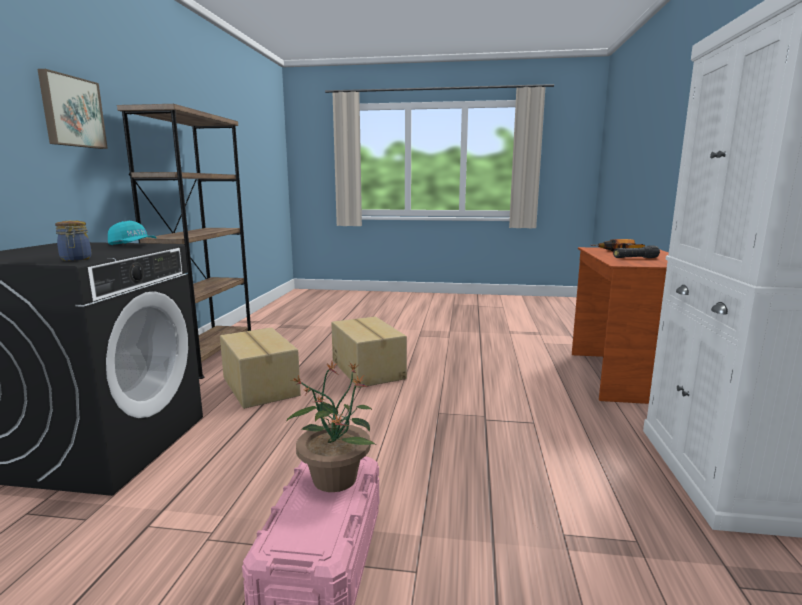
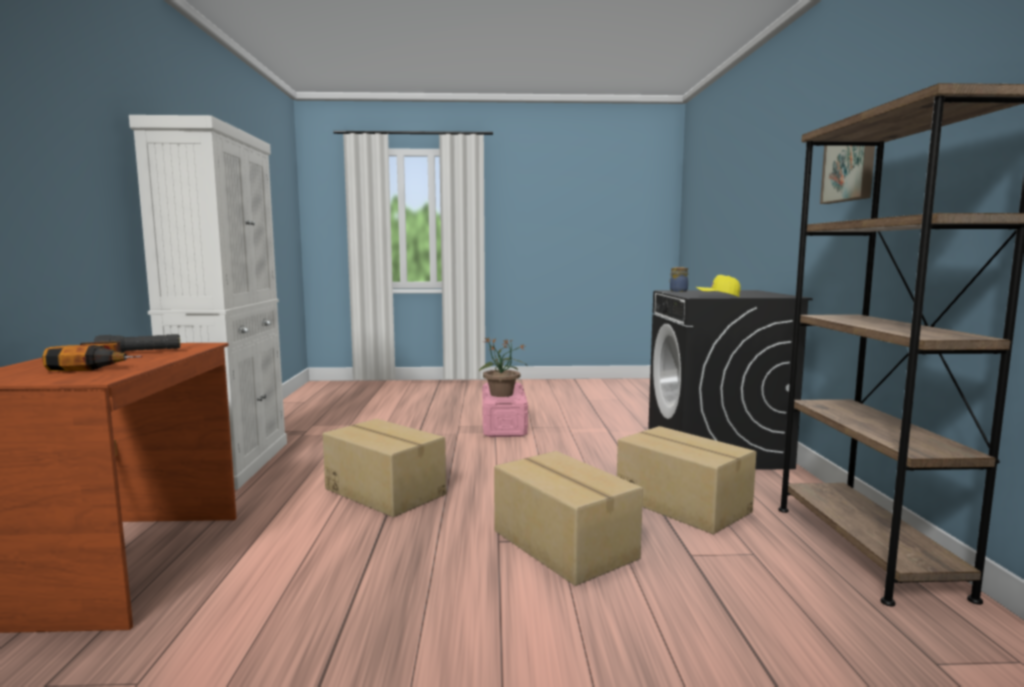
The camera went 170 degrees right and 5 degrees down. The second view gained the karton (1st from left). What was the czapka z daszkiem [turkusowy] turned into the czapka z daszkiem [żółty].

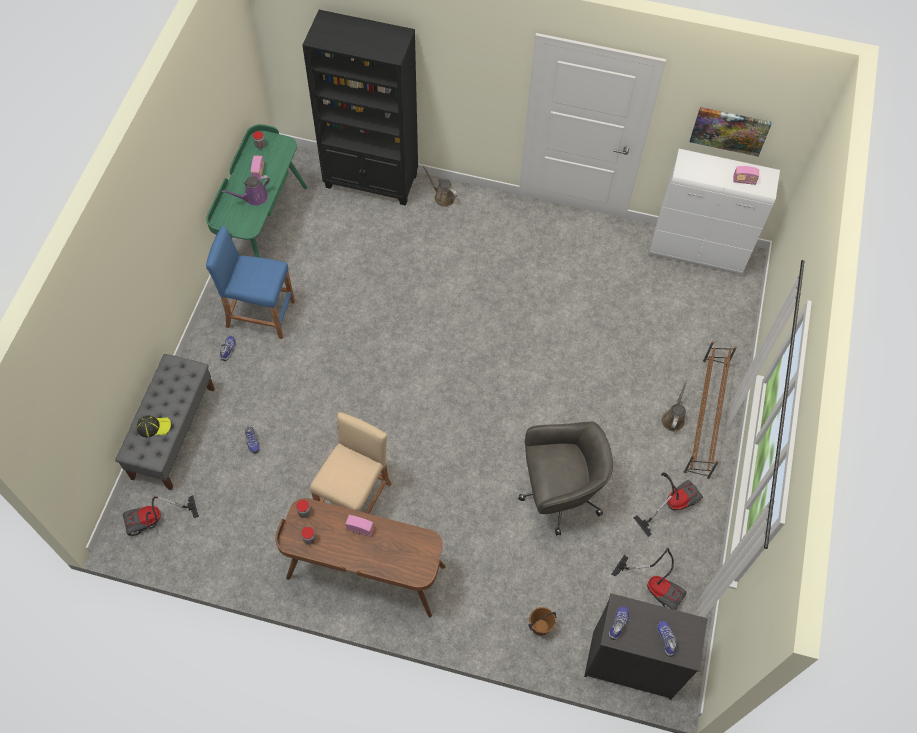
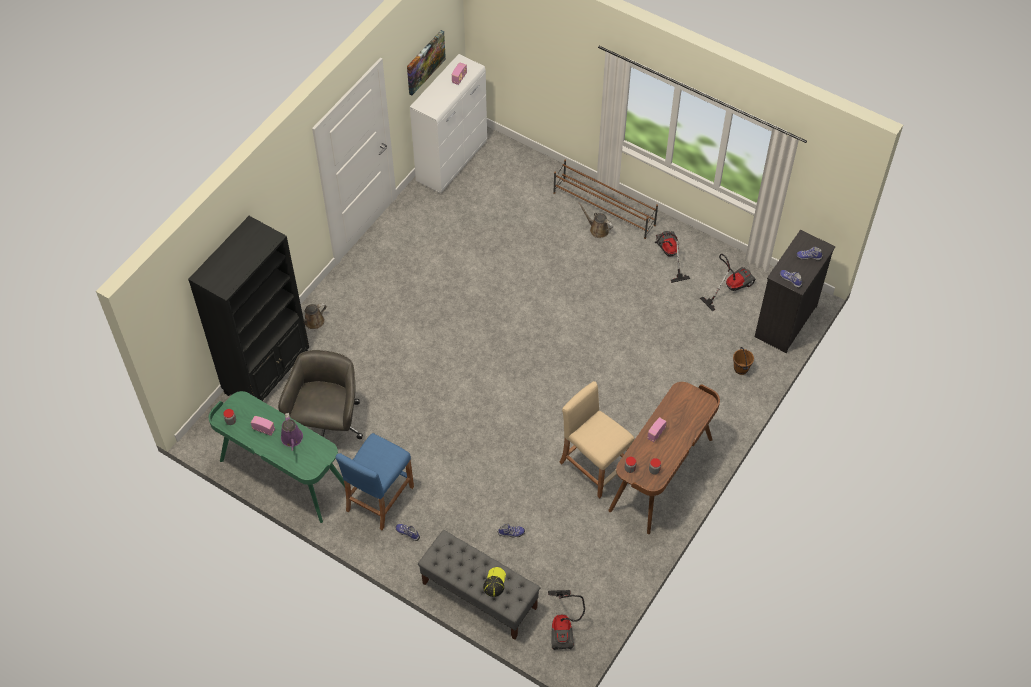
The camera went 70 degrees left and 5 degrees down. The krzesło biurowe [szary] ended up elsewhere.

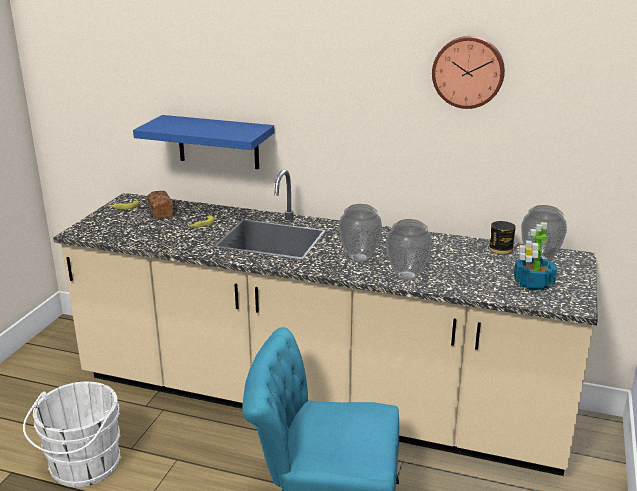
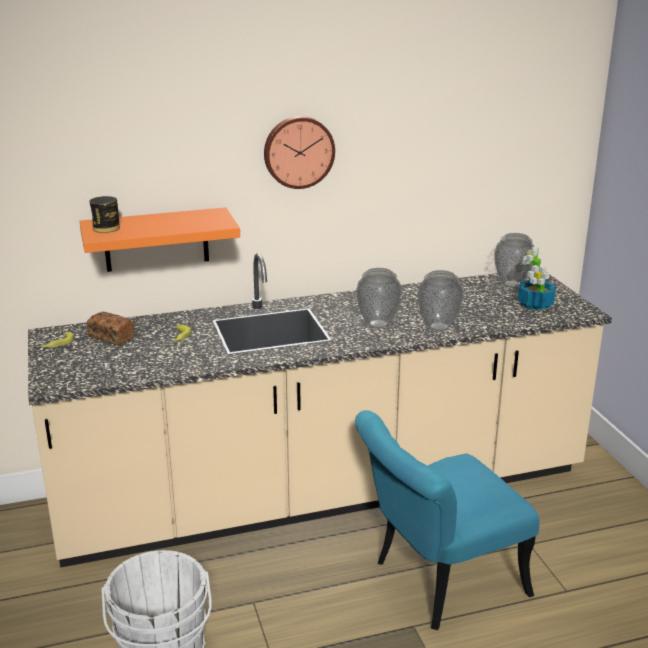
The camera went 35 degrees left and 0 degrees up. The zegar ścienny ended up elsewhere. The puszka ended up elsewhere. What was the półka [niebieski] turned into the półka [pomarańczowy].

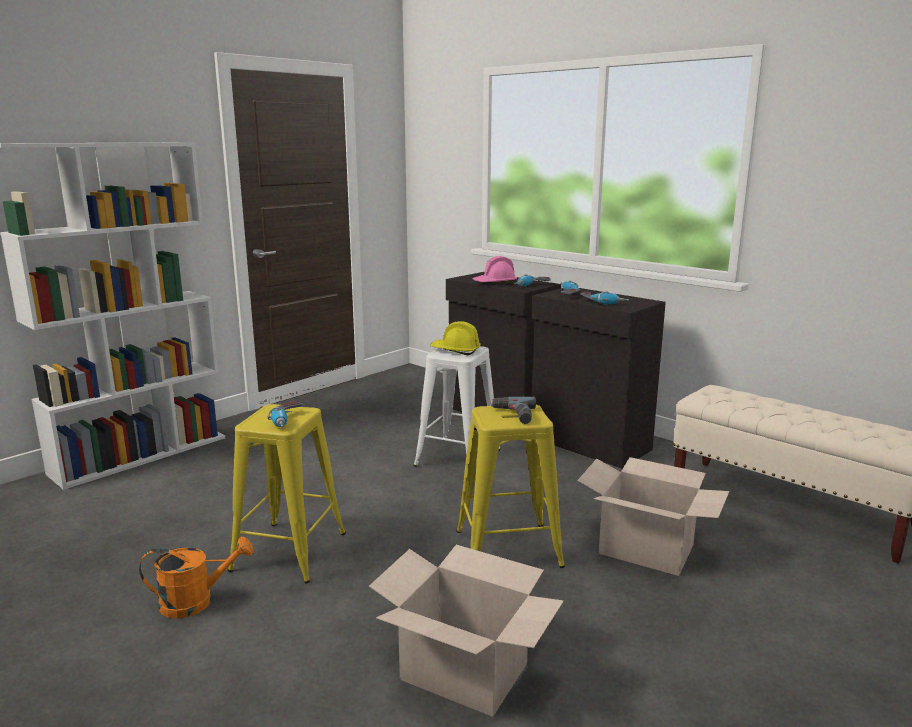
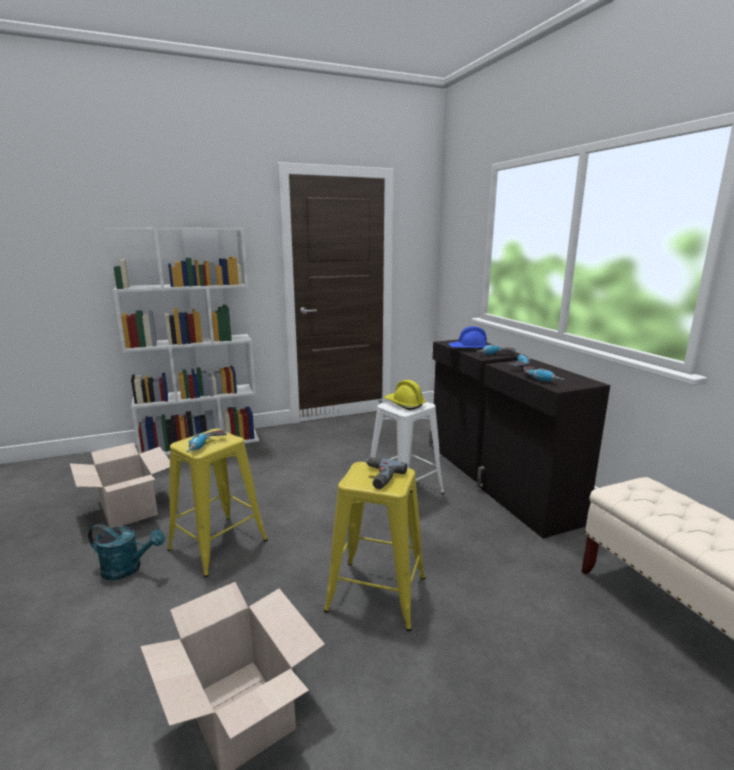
The camera went 25 degrees right and 0 degrees up. The karton (2nd from left in the first image) ended up elsewhere. What was the konewka [pomarańczowy] turned into the konewka [turkusowy]. What was the kask [różowy] turned into the kask [niebieski].

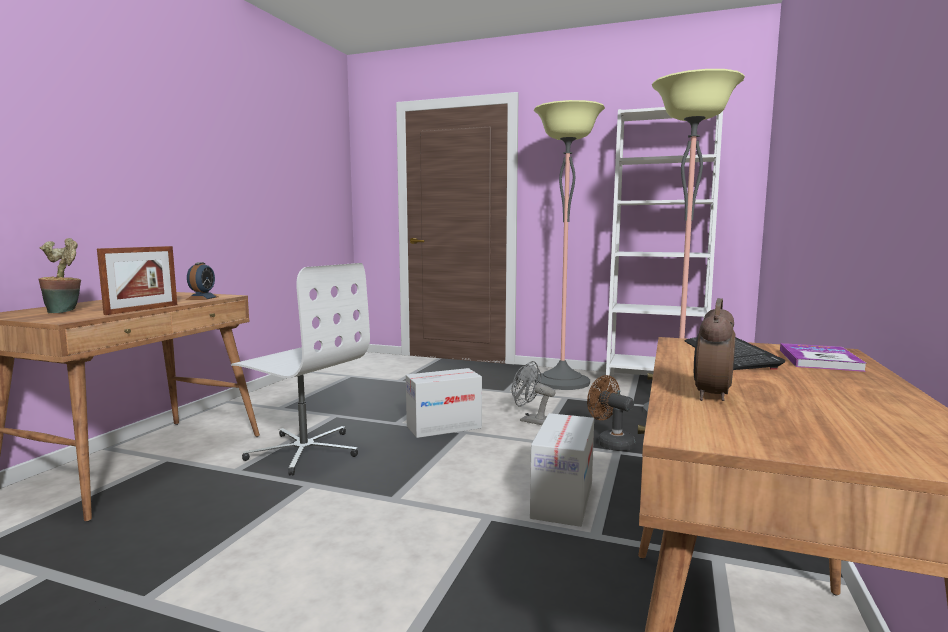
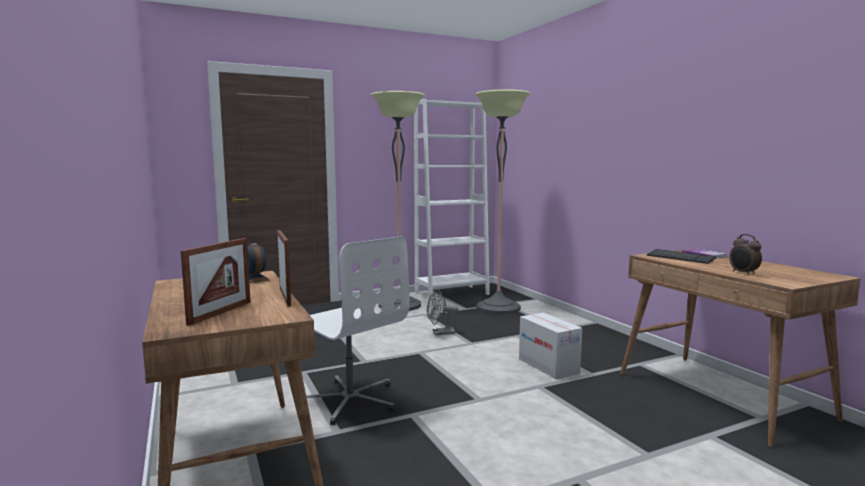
The camera went 45 degrees left and 0 degrees up. The second view lost the karton (1st from left). The second view lost the wentylator [brązowy]. Where the roślina doniczkowa stood, the ramka na zdjęcie (1st from left) came to stand. The krzesło biurowe [biały] ended up facing another way, 60 degrees clockwise from before.

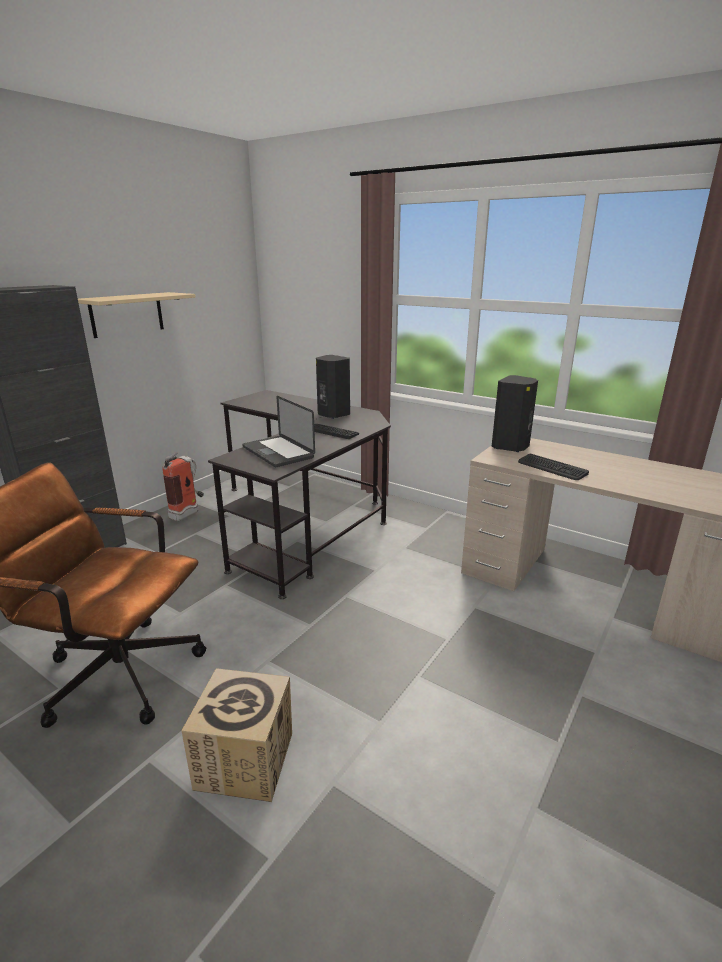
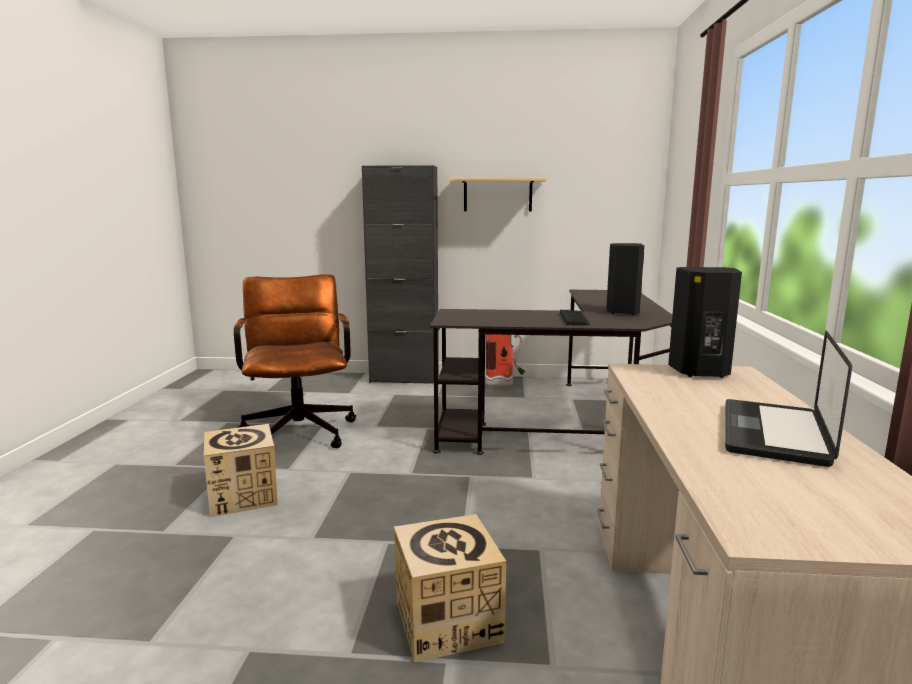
The camera went 60 degrees right and 10 degrees down. The second view lost the klawiatura (2nd from left). The second view gained the karton (2nd from left). The laptop ended up elsewhere.

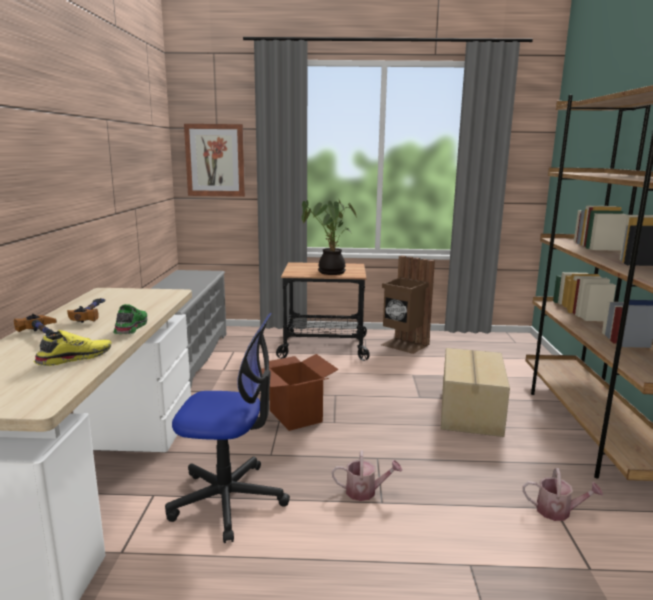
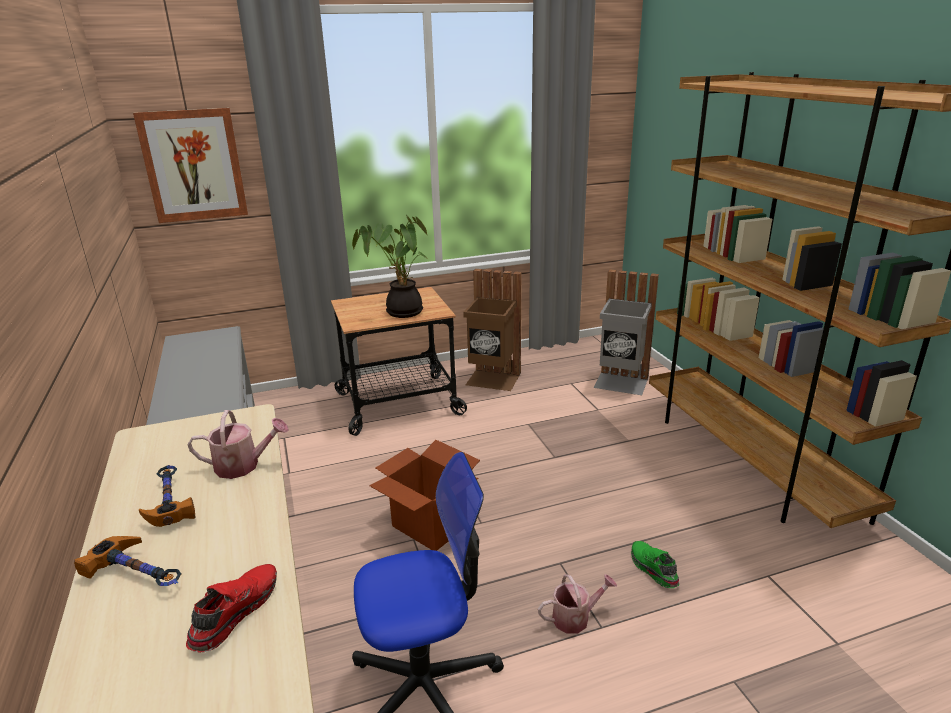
The camera went 20 degrees left and 10 degrees up. The second view lost the karton (2nd from left). The second view gained the kosz na śmieci [szary]. The but [zielony] ended up elsewhere. The konewka (2nd from left in the first image) ended up elsewhere. What was the but [żółty] turned into the but [czerwony].

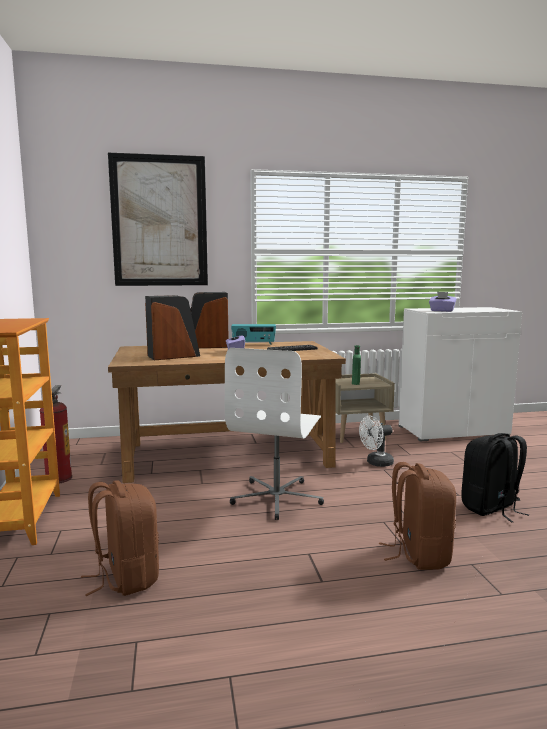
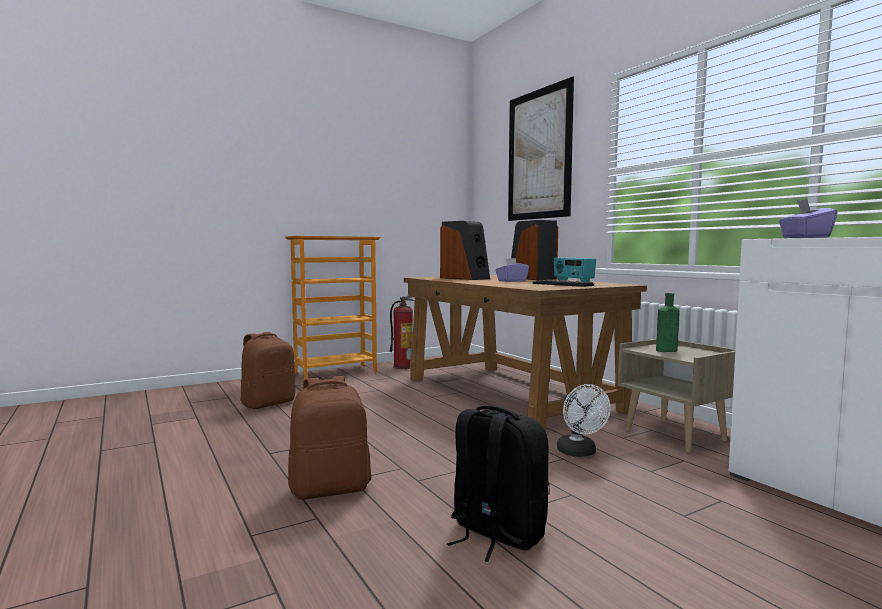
The camera went 70 degrees right and 5 degrees down. The second view lost the krzesło biurowe [biały]. The wentylator [biały] ended up facing another way, 150 degrees counterclockwise from before.

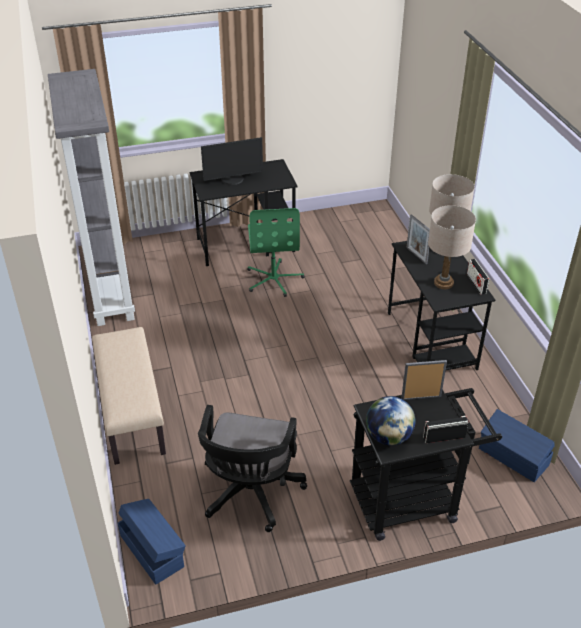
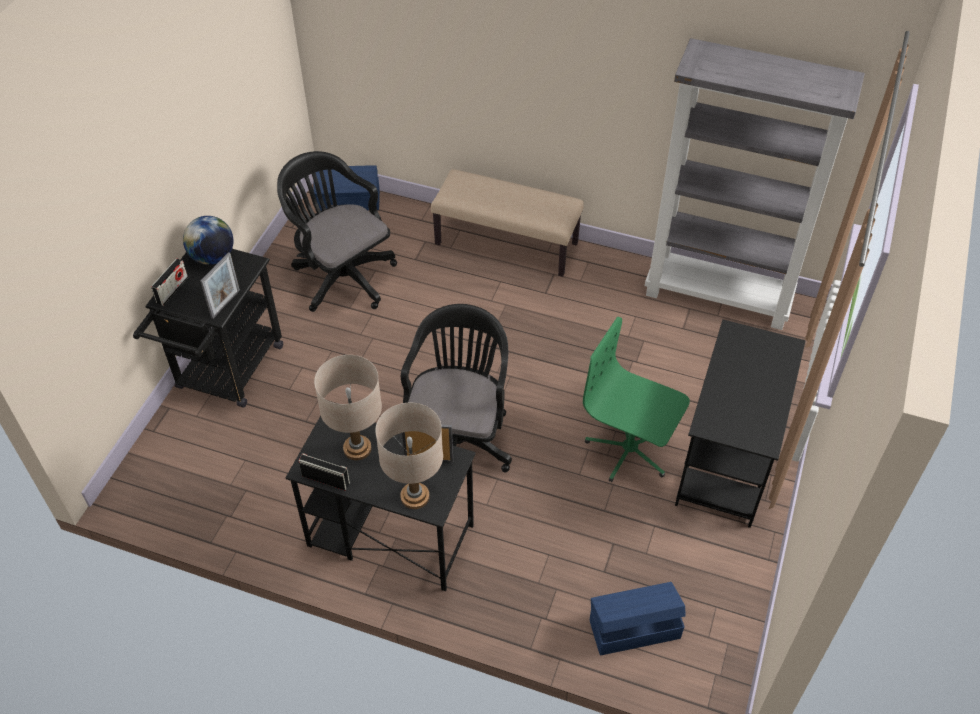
The camera went 125 degrees right and 10 degrees up. The second view lost the monitor. The second view gained the krzesło biurowe [czarny] (2nd from left). The pojemnik do przechowywania [niebieski] (2nd from left) ended up elsewhere.

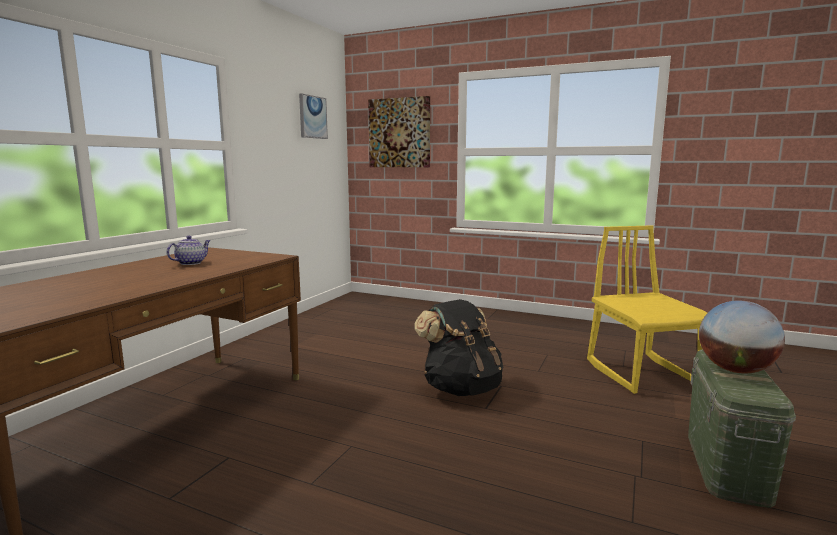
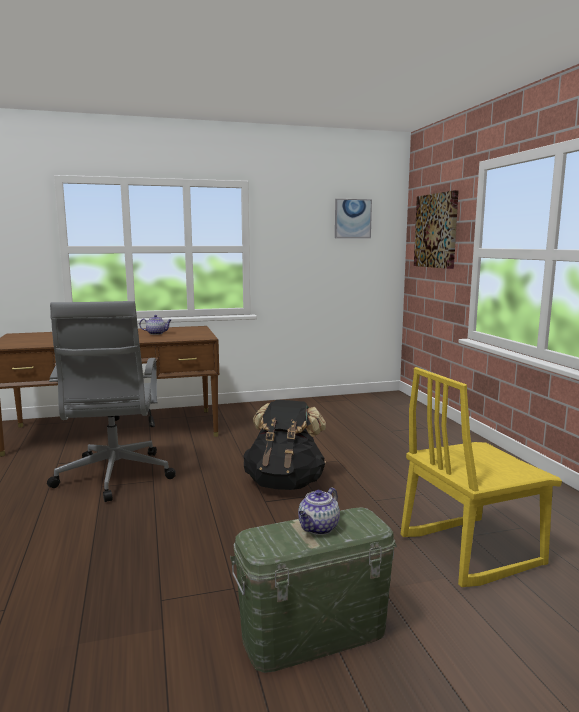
The camera went 50 degrees right and 0 degrees up. The second view gained the krzesło biurowe [szary]. Where the globus stood, the imbryk (2nd from left) came to stand. The krzesło [żółty] ended up facing another way, 150 degrees counterclockwise from before.

